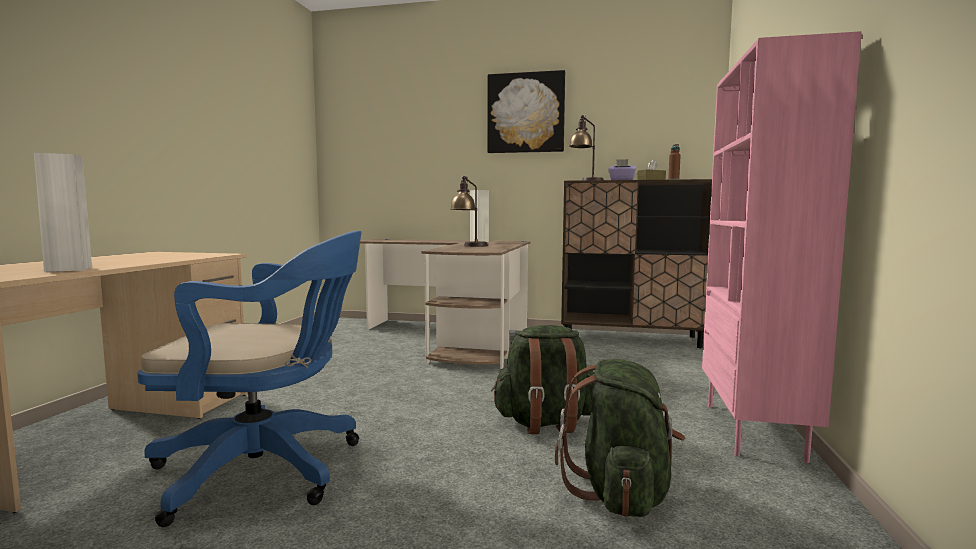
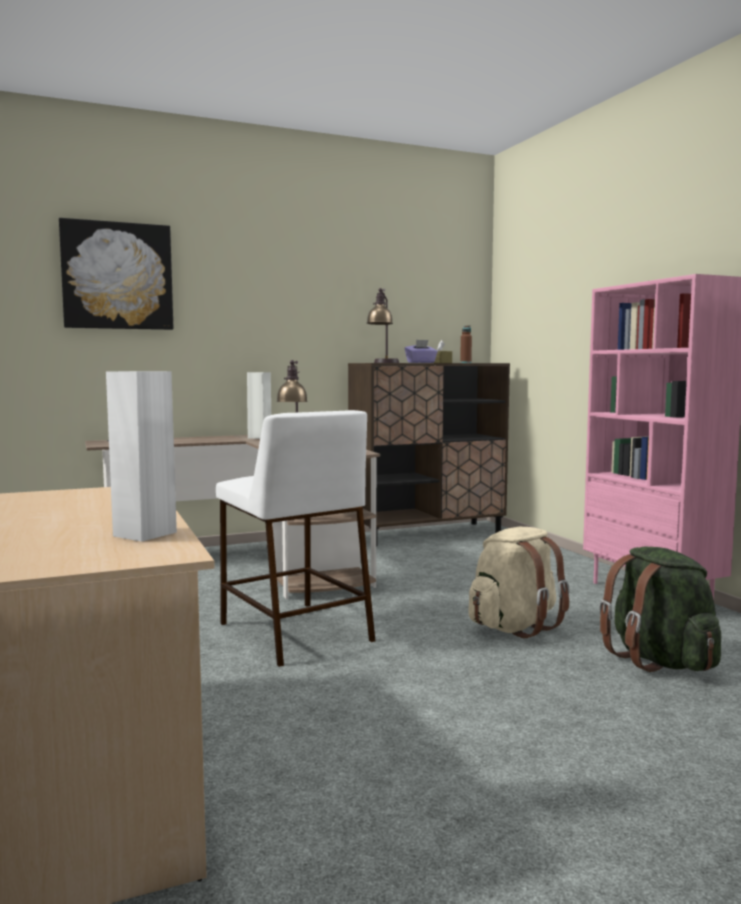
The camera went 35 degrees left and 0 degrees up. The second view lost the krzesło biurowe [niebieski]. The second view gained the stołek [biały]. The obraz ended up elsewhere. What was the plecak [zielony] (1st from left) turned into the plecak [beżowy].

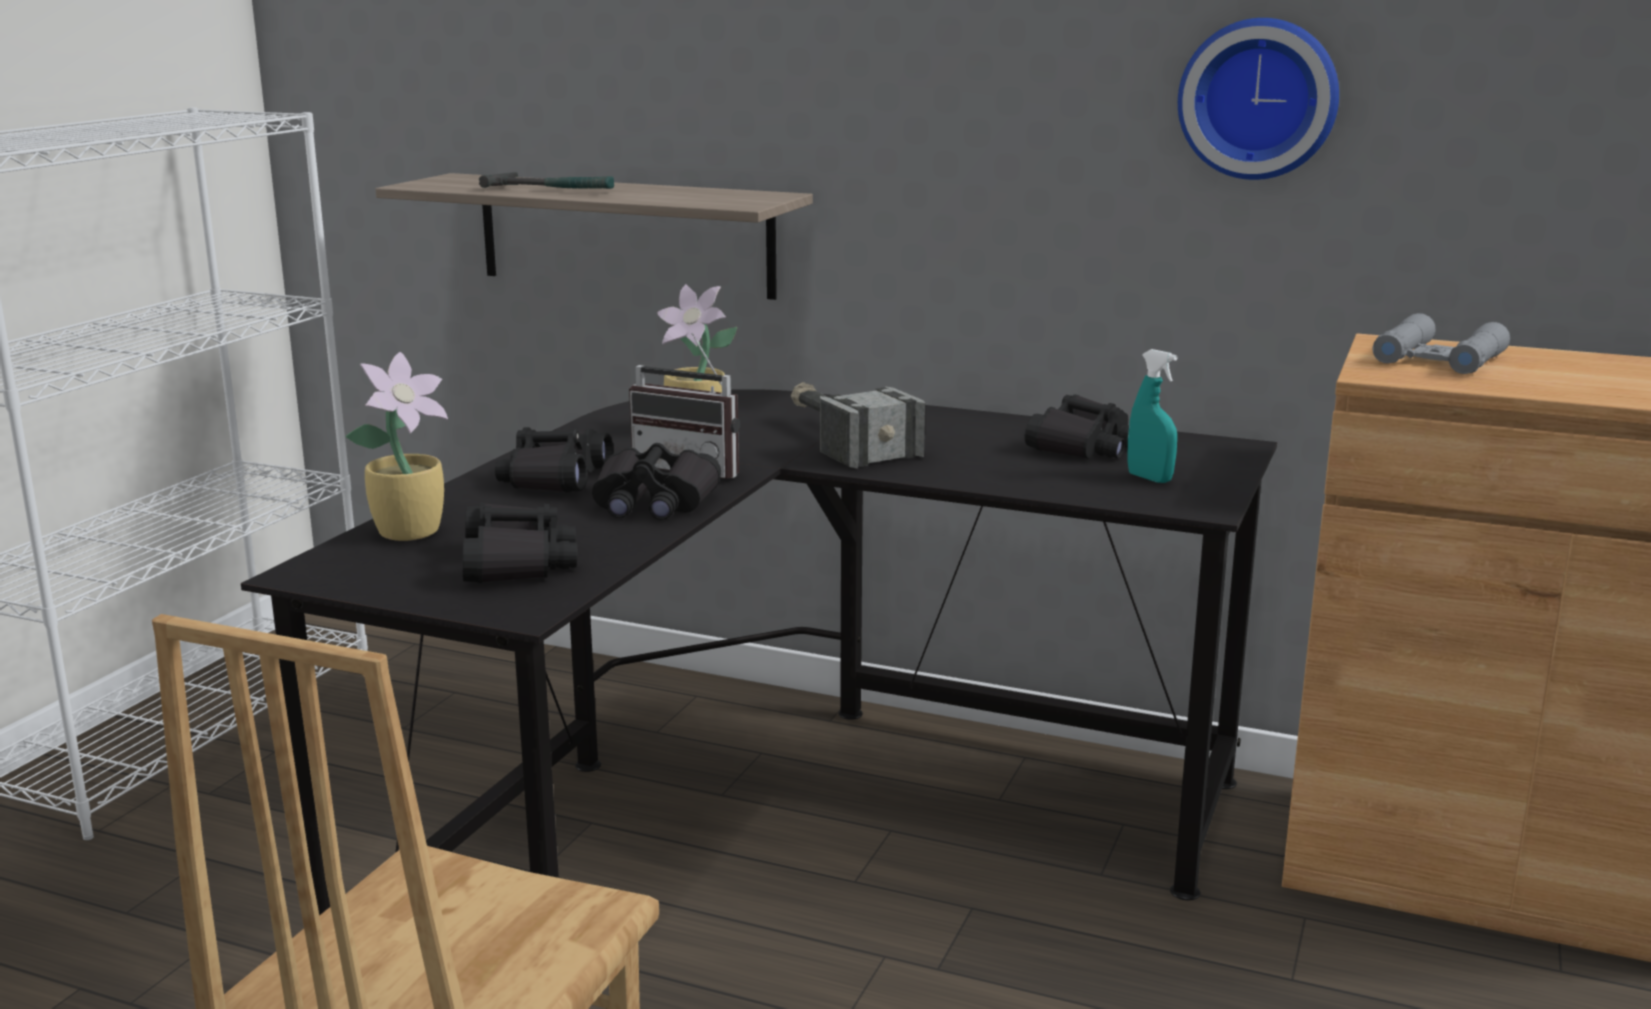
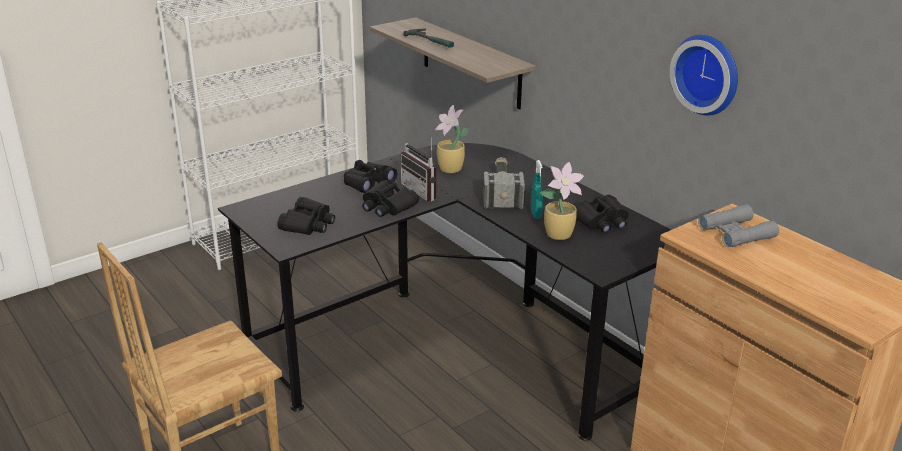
The camera went 30 degrees right and 10 degrees up. The roślina doniczkowa (1st from left in the first image) ended up elsewhere. The spryskiwacz [turkusowy] ended up elsewhere.

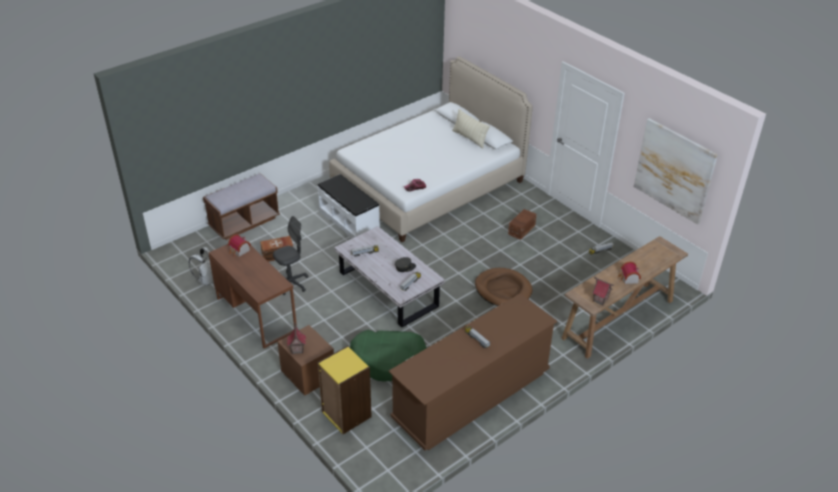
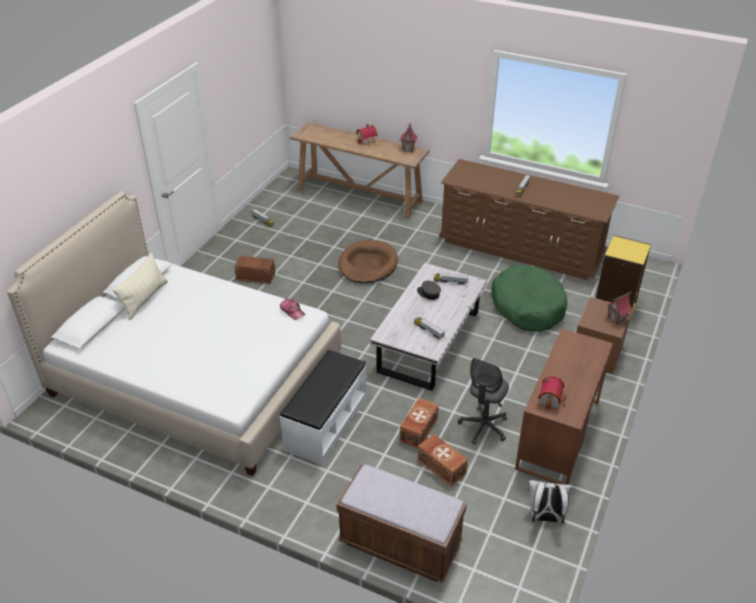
The camera went 115 degrees left and 0 degrees up. The second view lost the obraz. The second view gained the pojemnik do przechowywania [brązowy] (2nd from left). The krzesło biurowe [szary] ended up facing another way, 90 degrees counterclockwise from before.

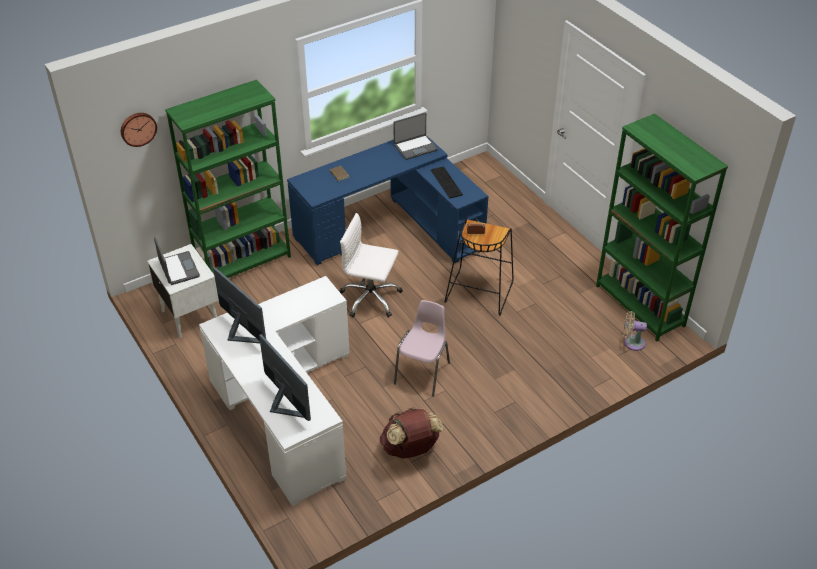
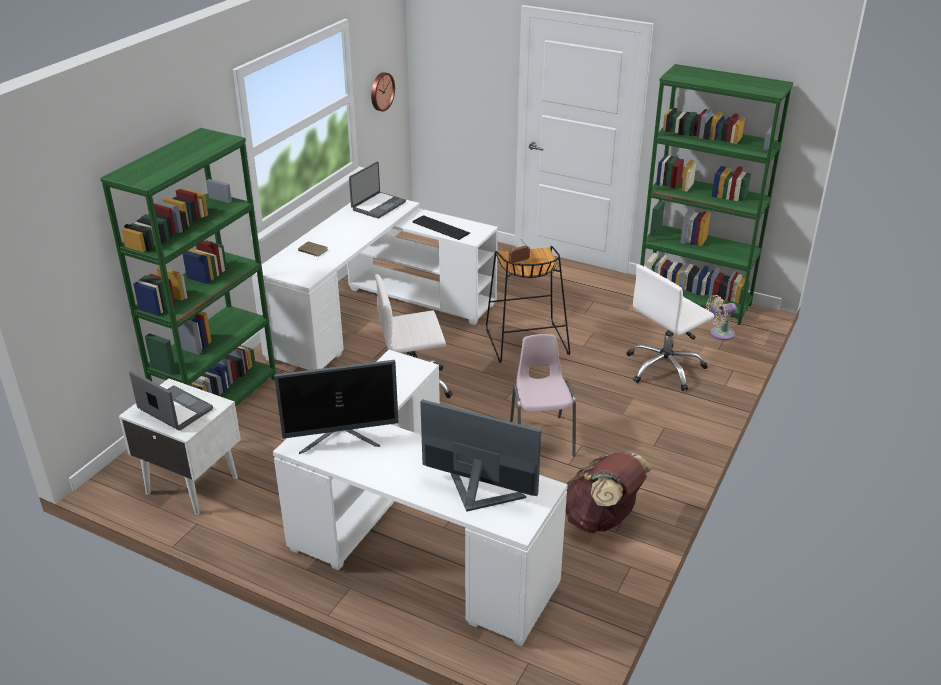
The camera went 30 degrees left and 10 degrees down. The second view gained the krzesło biurowe [biały] (2nd from left). The zegar ścienny ended up elsewhere. What was the biurko [niebieski] turned into the biurko [biały] (1st from left). The monitor (1st from left) ended up facing another way, 150 degrees clockwise from before.

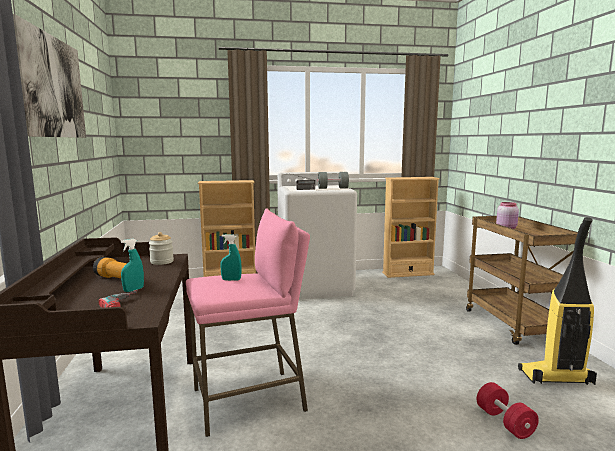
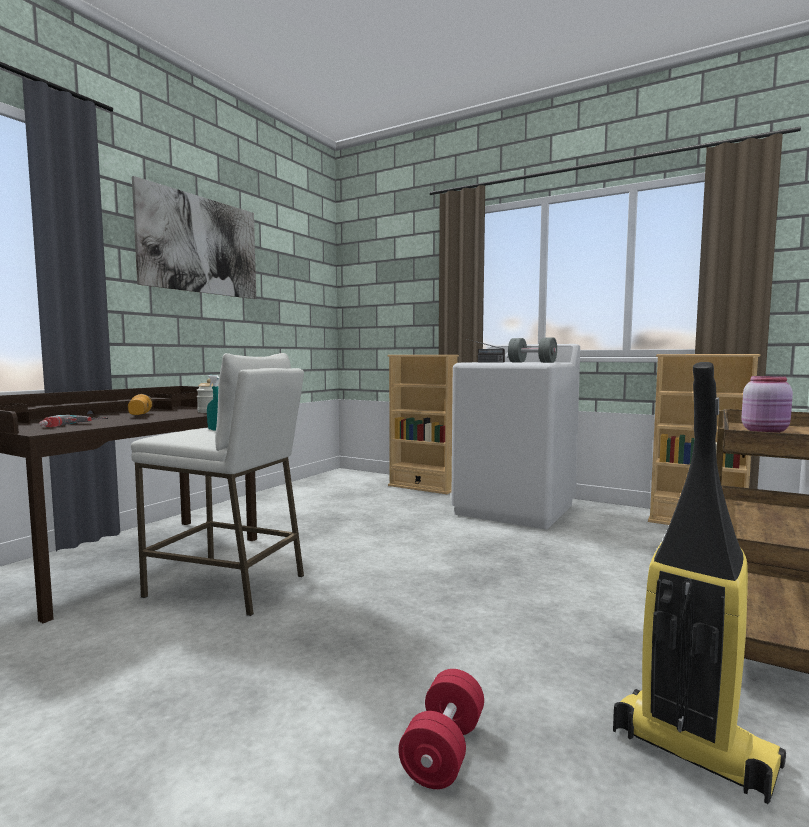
The camera went 40 degrees right and 5 degrees down. The second view lost the spryskiwacz [turkusowy] (1st from left). What was the stołek [różowy] turned into the stołek [biały].

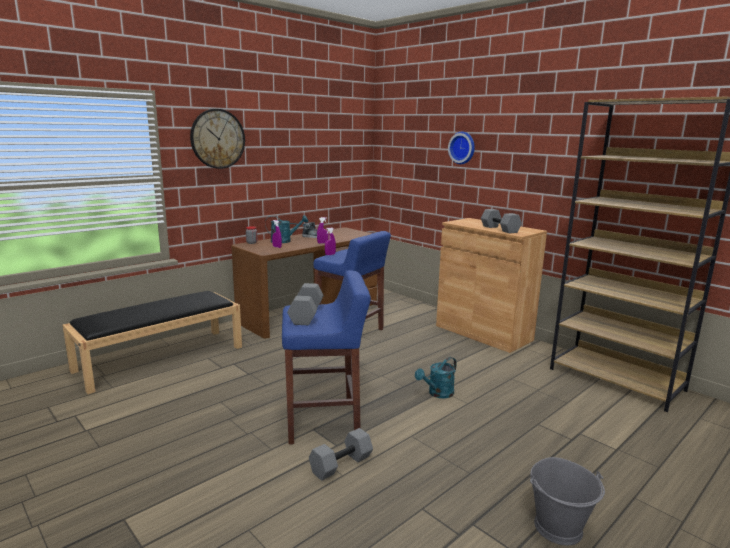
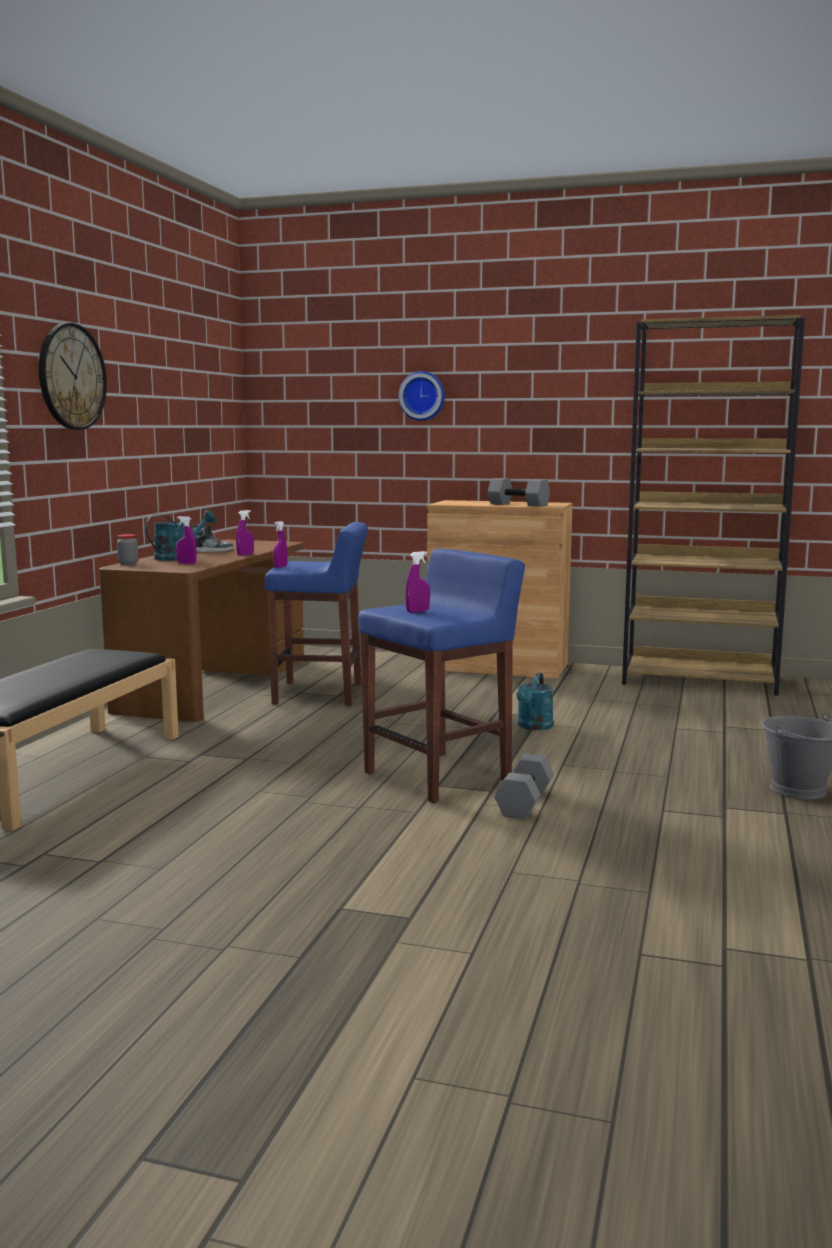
The camera went 30 degrees left and 5 degrees down. Where the hantel [szary] (1st from left) stood, the spryskiwacz [fioletowy] (4th from left) came to stand.

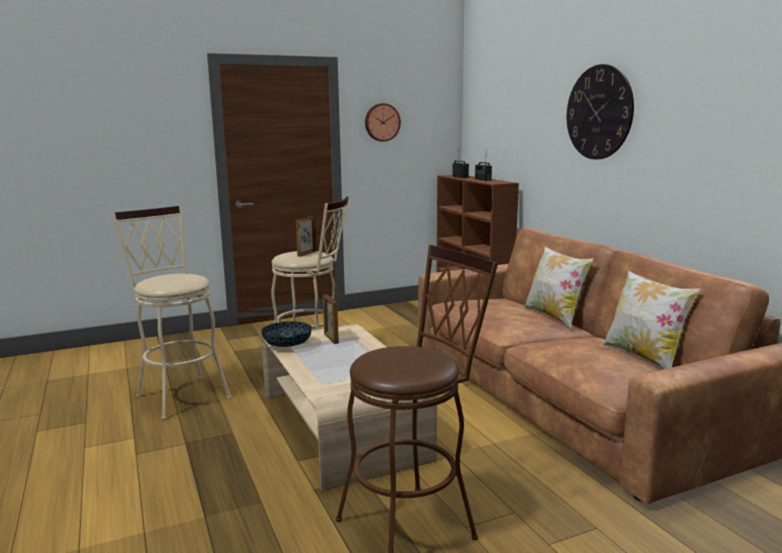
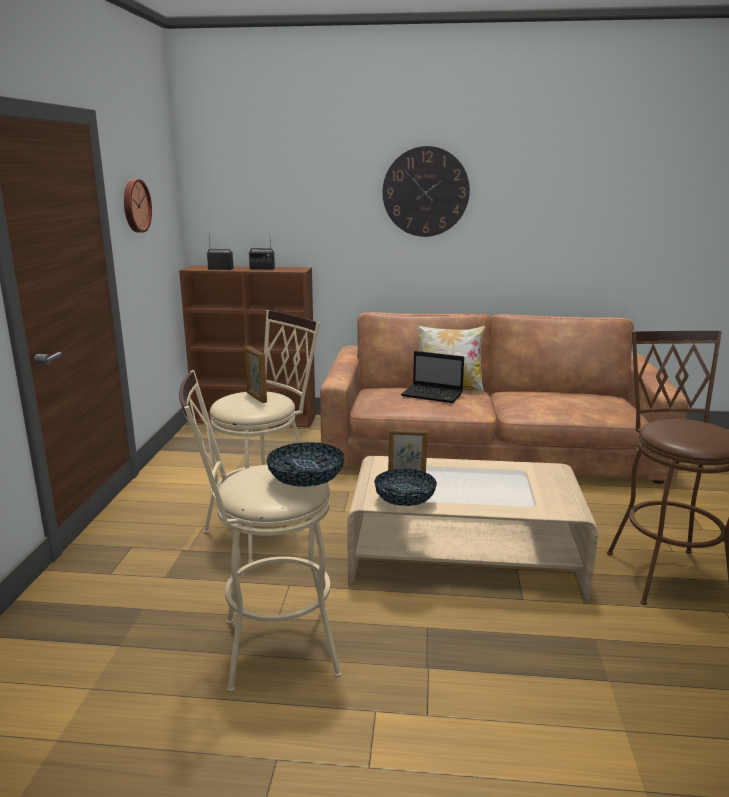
The camera went 60 degrees left and 5 degrees up. The second view lost the poduszka (2nd from left). The second view gained the miska (1st from left). The second view gained the laptop.

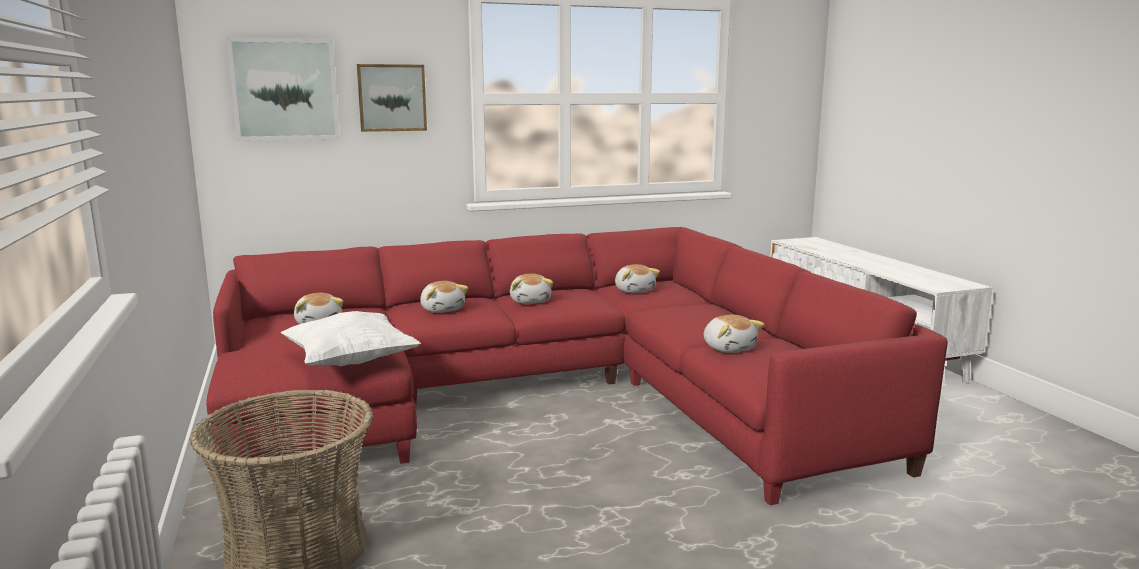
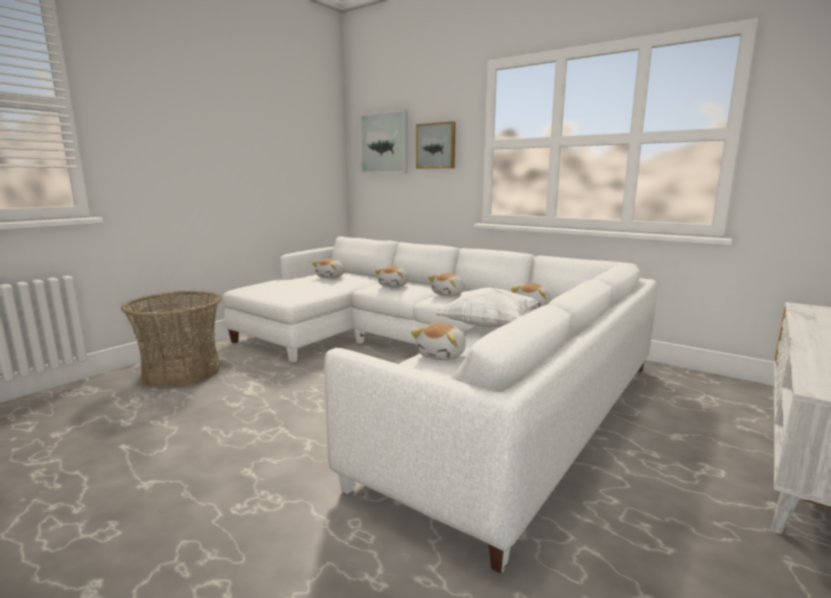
The camera went 55 degrees right and 0 degrees up. The poduszka [biały] ended up elsewhere. What was the kanapa [czerwony] turned into the kanapa [biały].

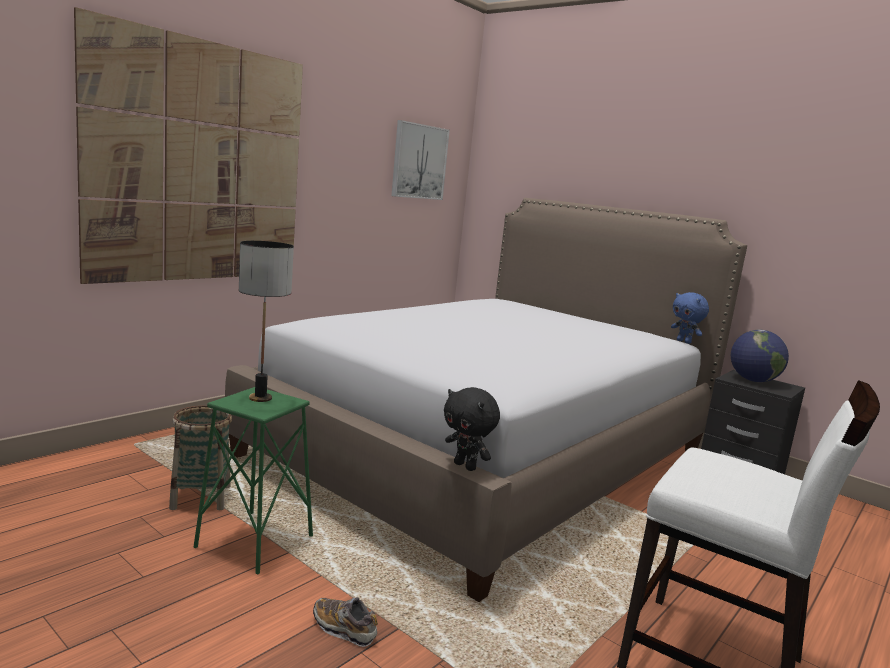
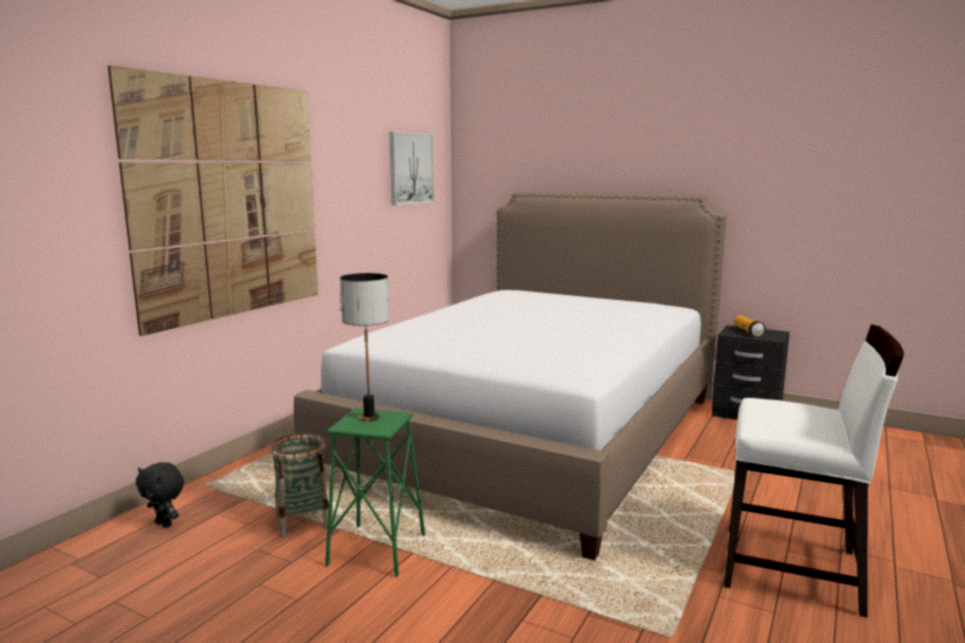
The camera went 10 degrees left and 0 degrees up. The second view lost the but. The second view lost the pluszak [niebieski]. The pluszak [czarny] ended up elsewhere. Where the globus stood, the latarka came to stand.

